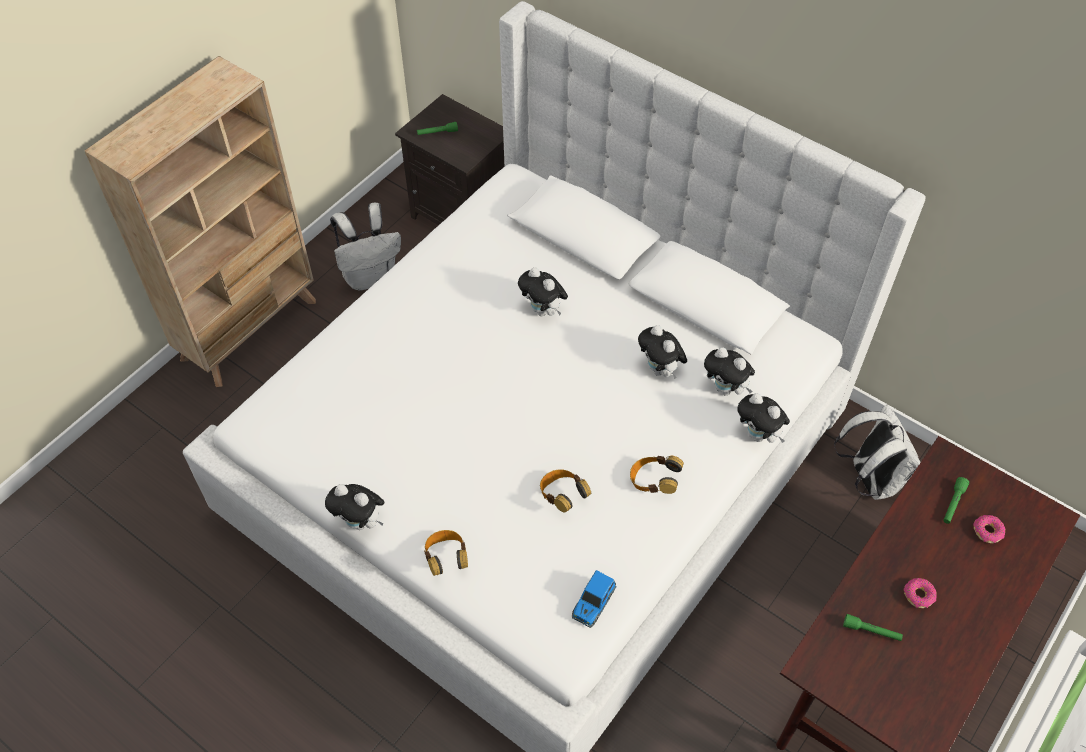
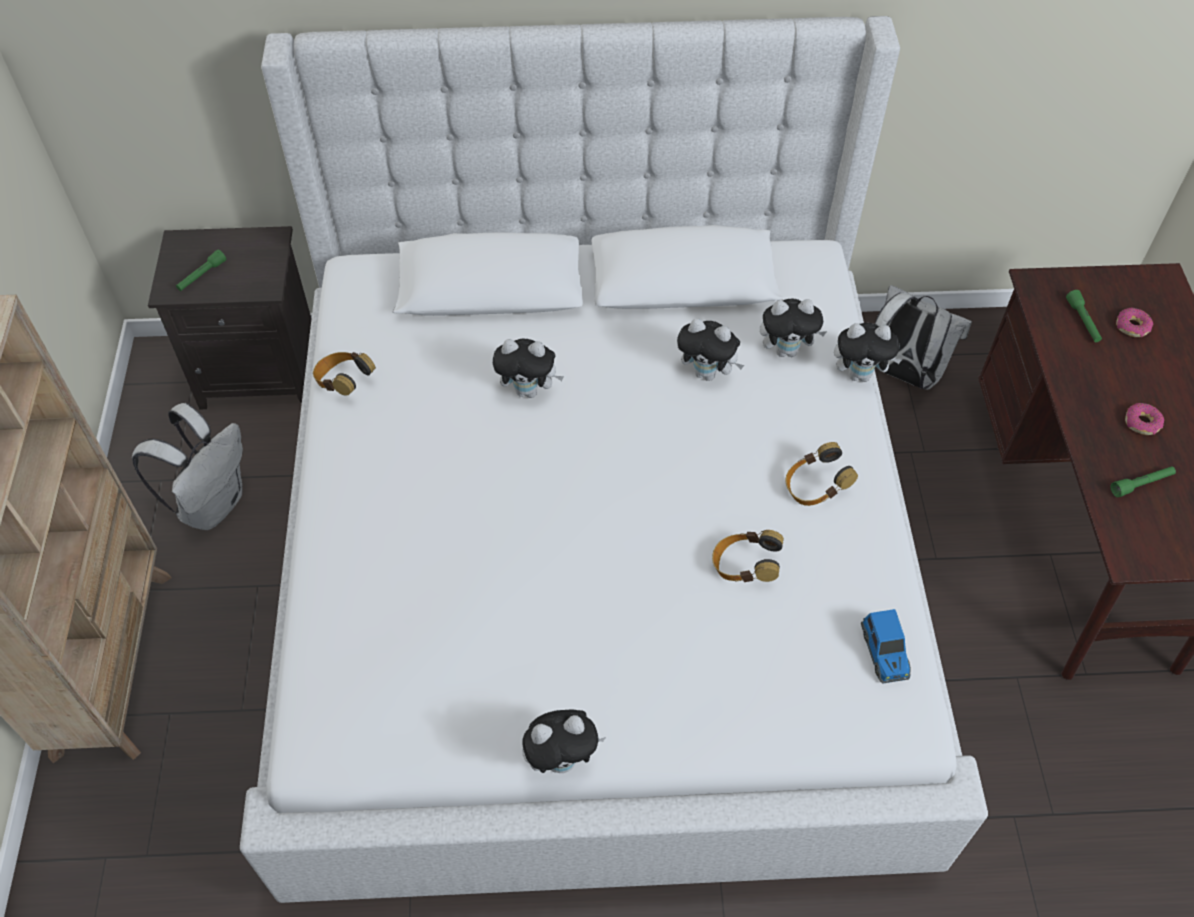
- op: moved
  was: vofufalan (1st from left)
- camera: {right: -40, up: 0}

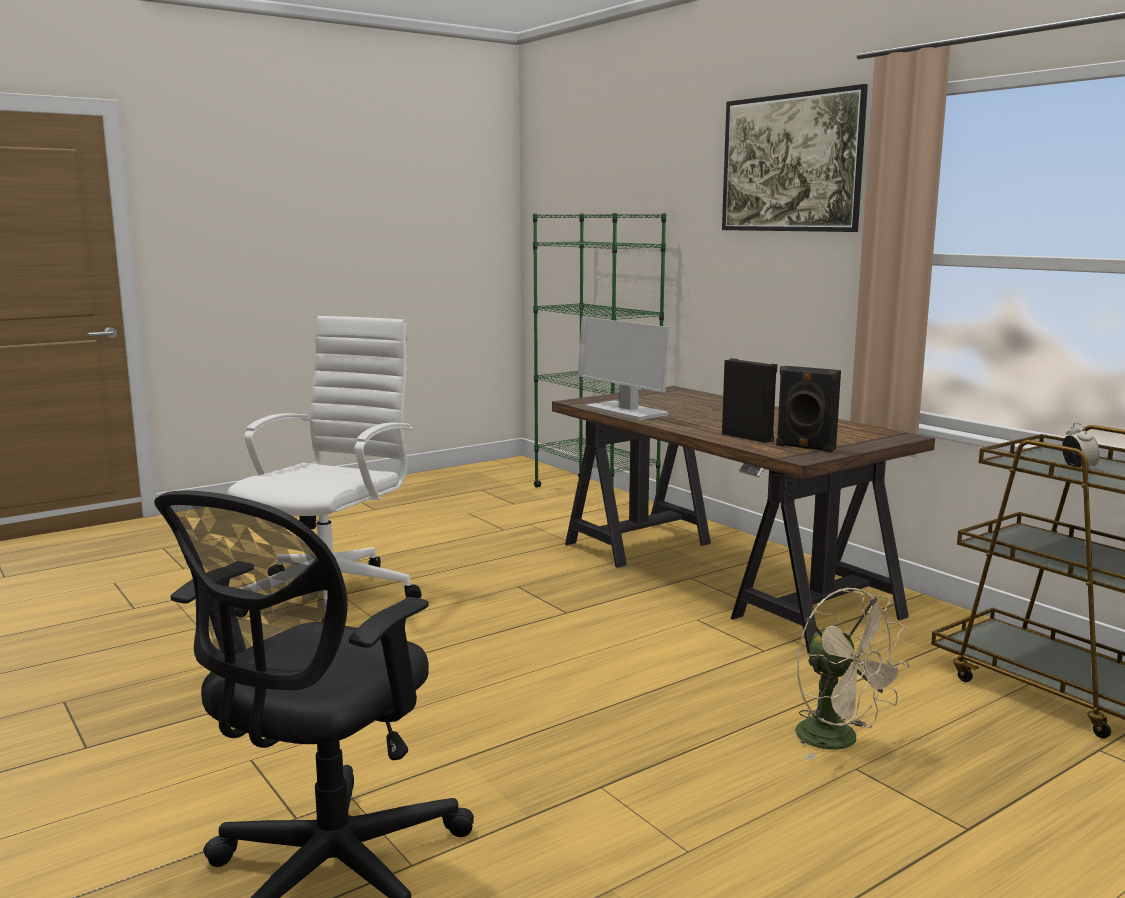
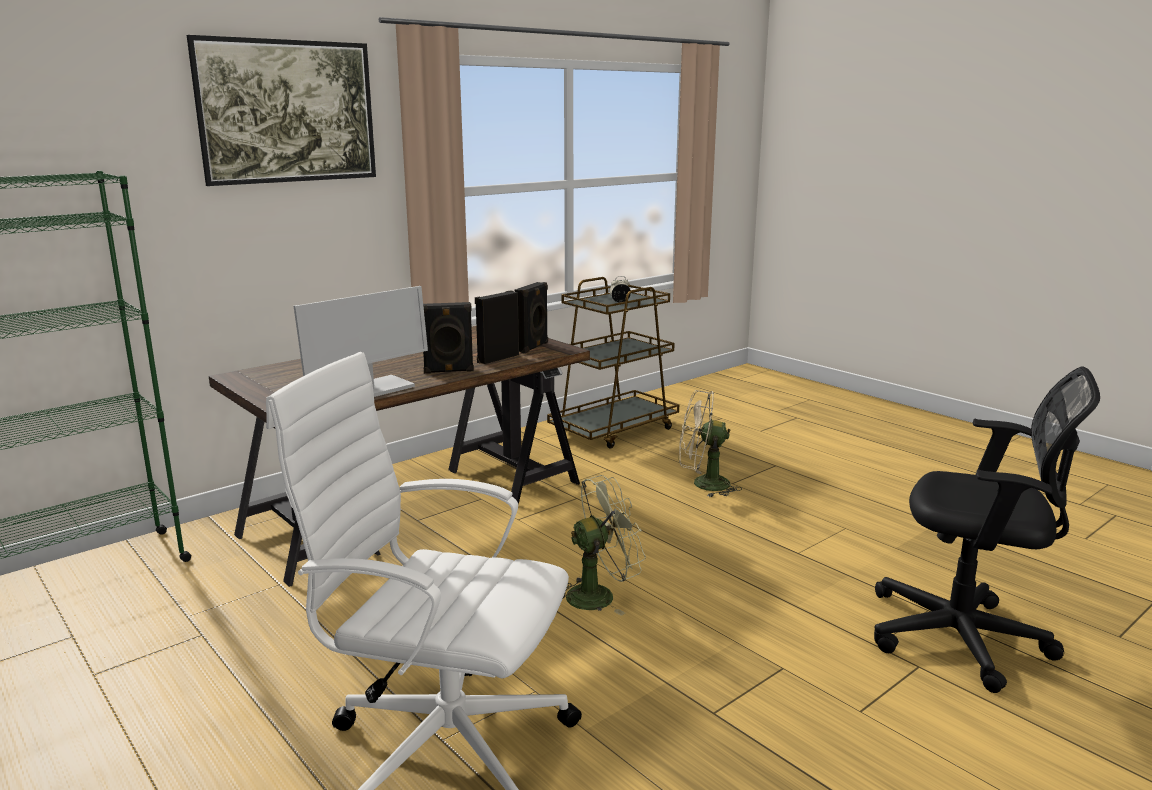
- op: added
  now: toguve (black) (1st from left)
- op: added
  now: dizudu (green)
- op: turned
  was: dizudu (beige)
  clockwise: -135
- camera: {right: -95, up: 5}

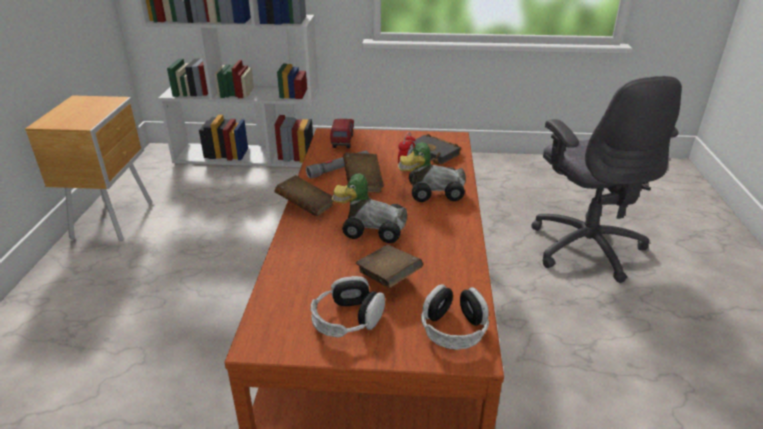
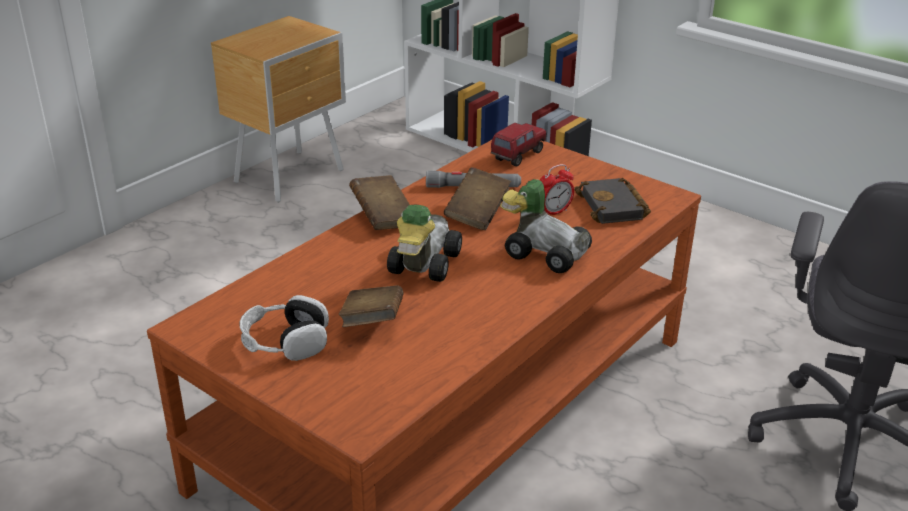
- op: removed
  was: vofufalan (2nd from left)
- op: turned
  was: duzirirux (1st from left)
  clockwise: -120
- camera: {right: 35, up: 0}

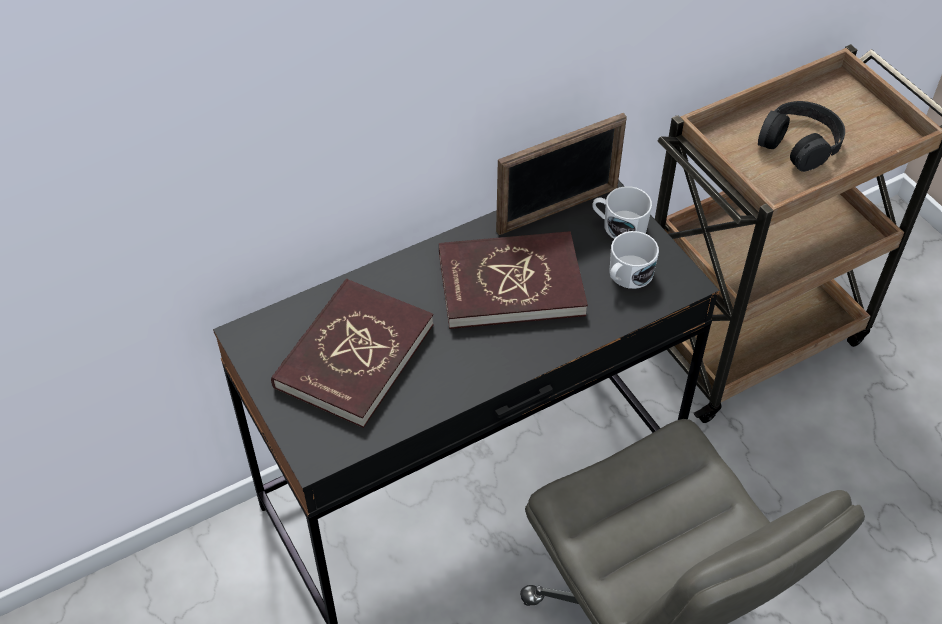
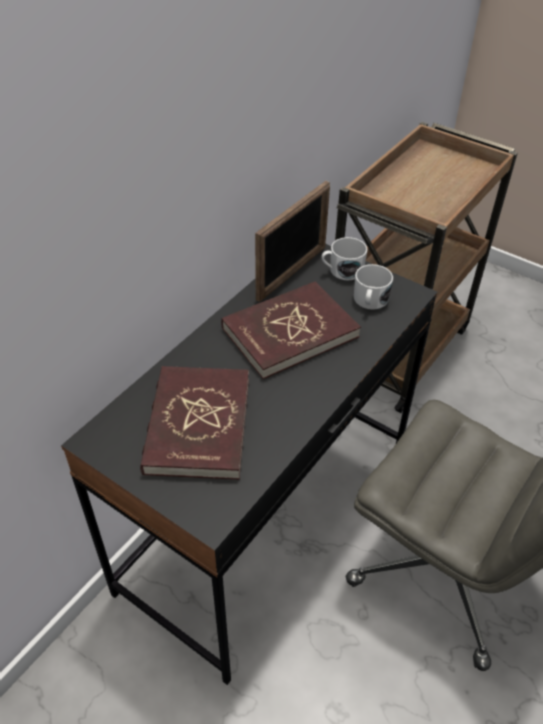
- op: removed
  was: vofufalan (black)
- camera: {right: -25, up: -5}

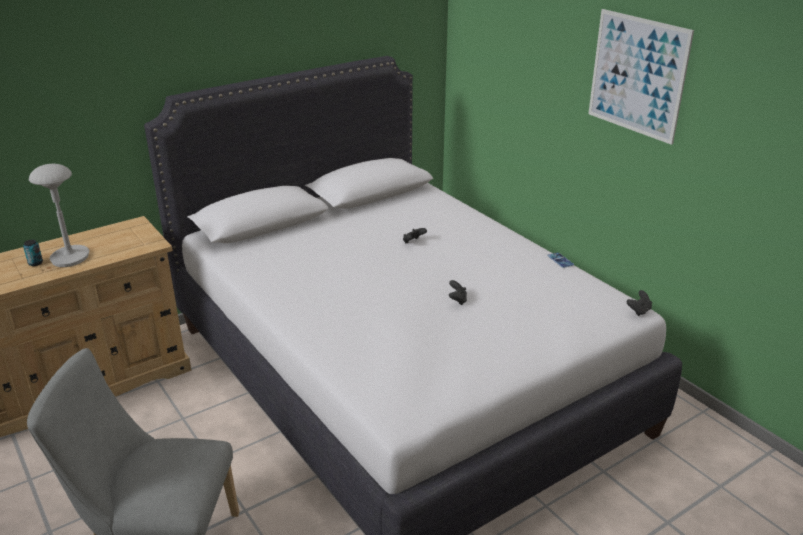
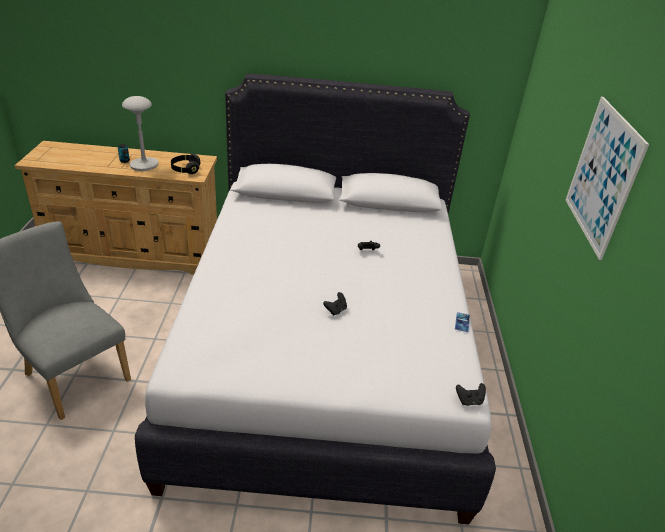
- op: added
  now: vofufalan (black)
- camera: {right: 35, up: 5}

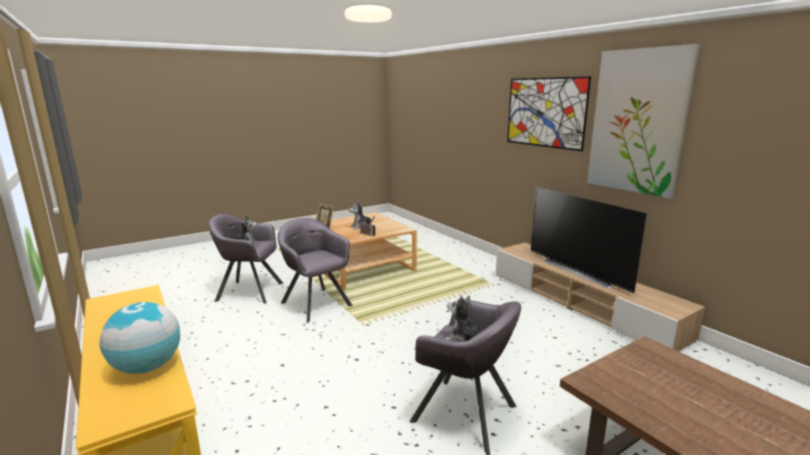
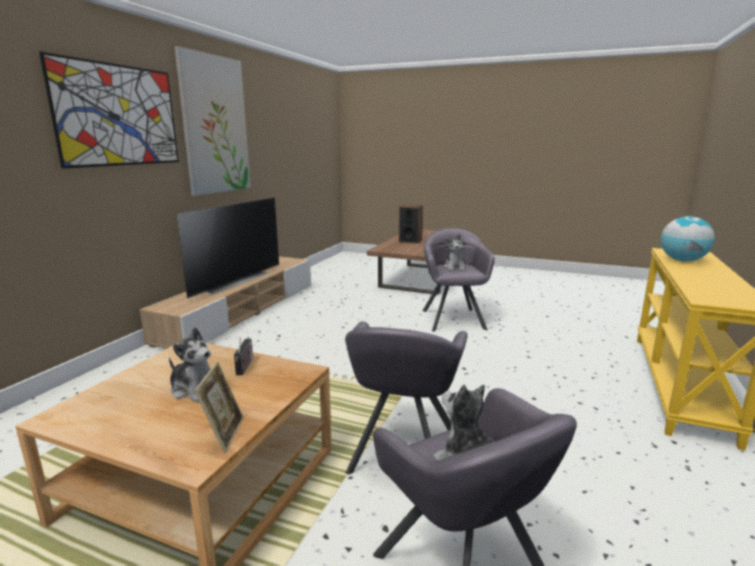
- op: added
  now: toguve
- camera: {right: -125, up: 0}

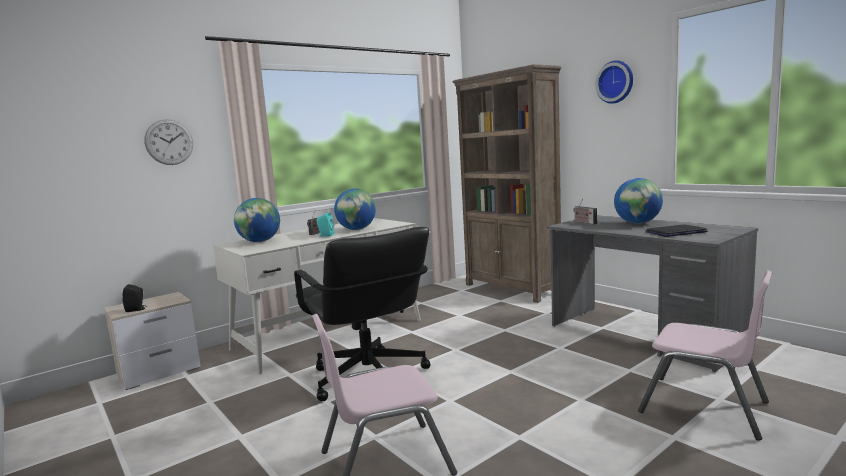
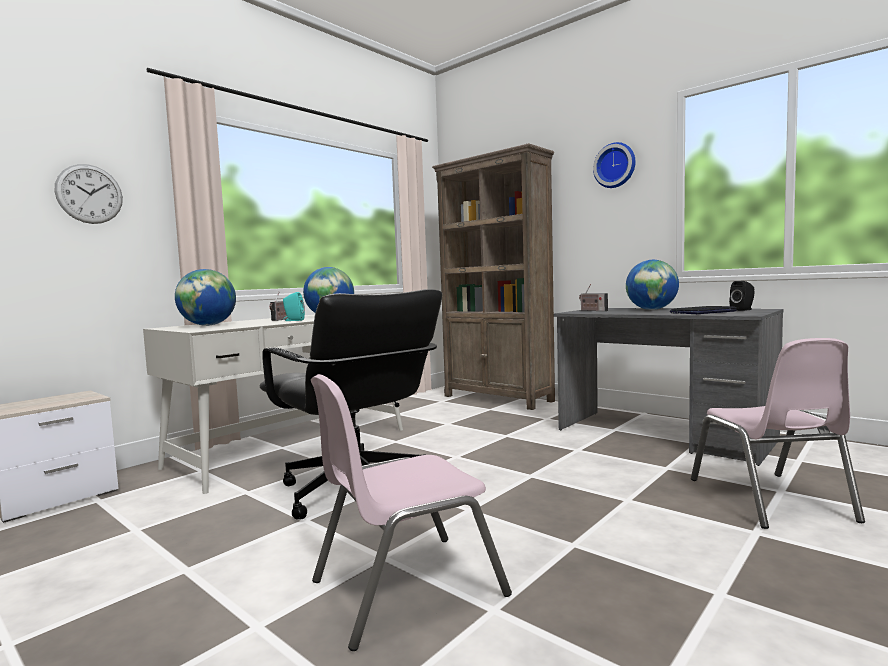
- op: moved
  was: toguve (black)
- op: turned
  was: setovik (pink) (2nd from left)
  clockwise: 60
- camera: {right: -10, up: -5}

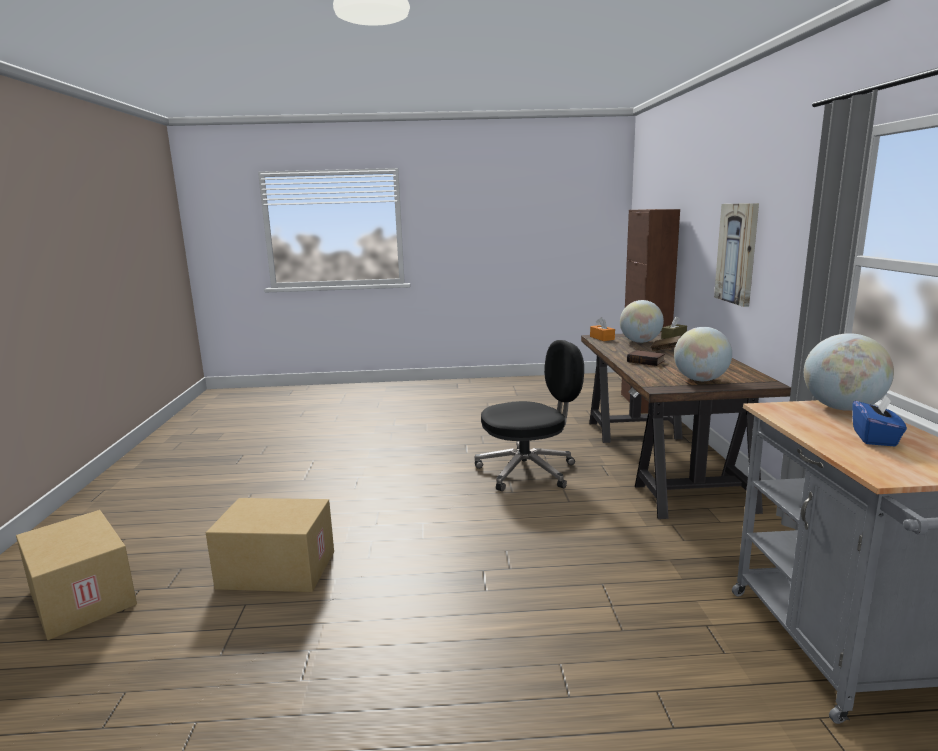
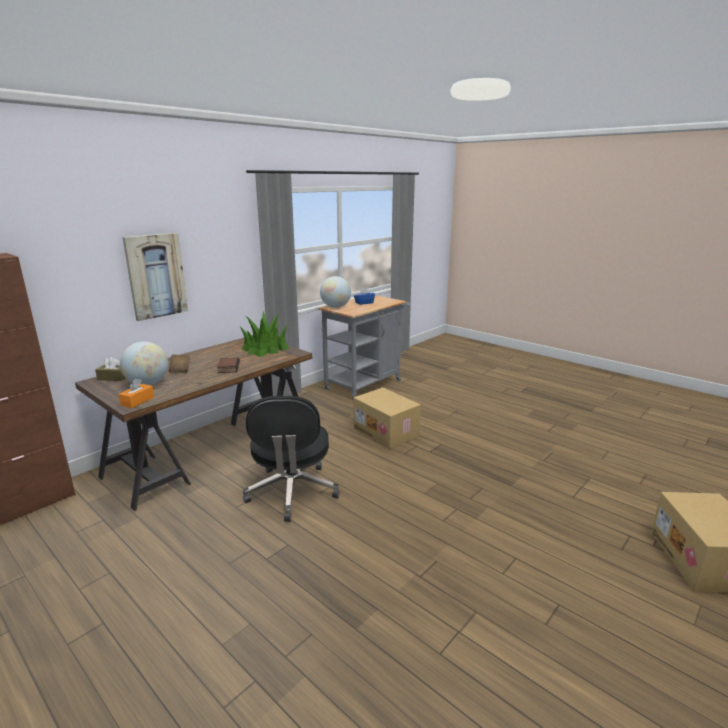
- op: moved
  was: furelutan (2nd from left in the first image)
  now: furelutan (1st from left)
- op: replaced
  was: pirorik (2nd from left)
  now: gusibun
- op: turned
  was: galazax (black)
  clockwise: -120
- camera: {right: -135, up: 5}

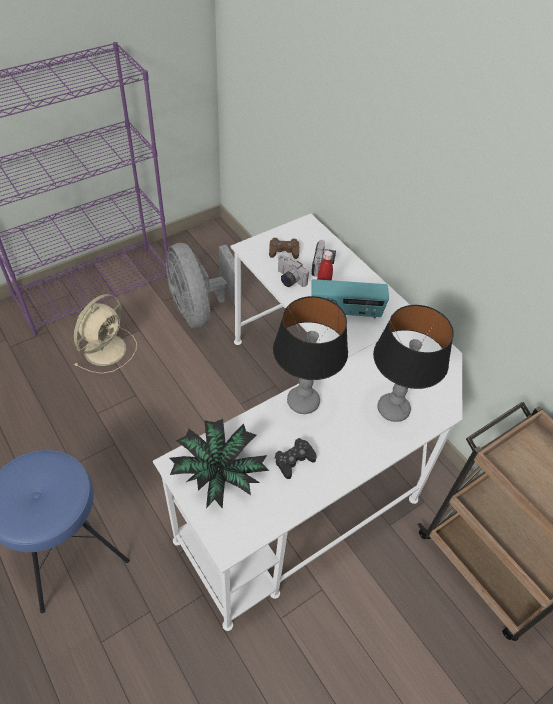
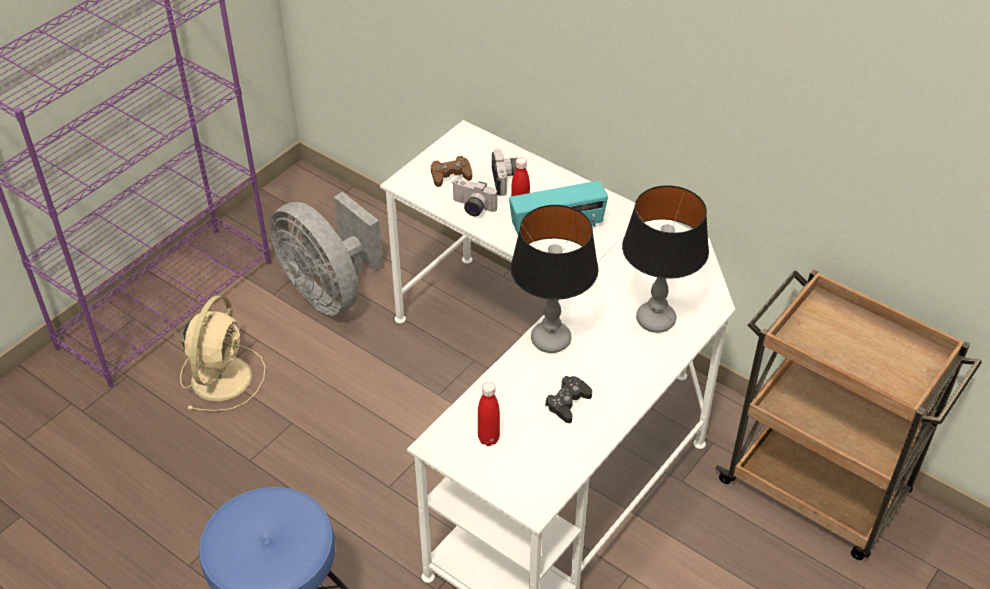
- op: replaced
  was: gusibun
  now: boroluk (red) (1st from left)
- camera: {right: -15, up: -5}

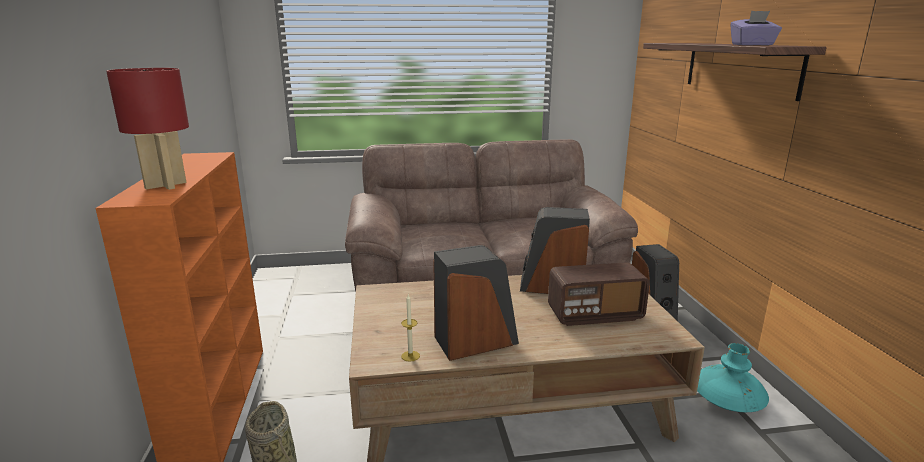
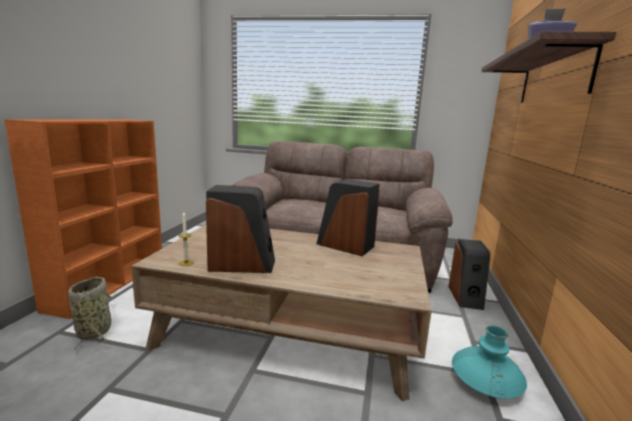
- op: removed
  was: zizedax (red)
- op: removed
  was: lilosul
- camera: {right: 20, up: -5}

